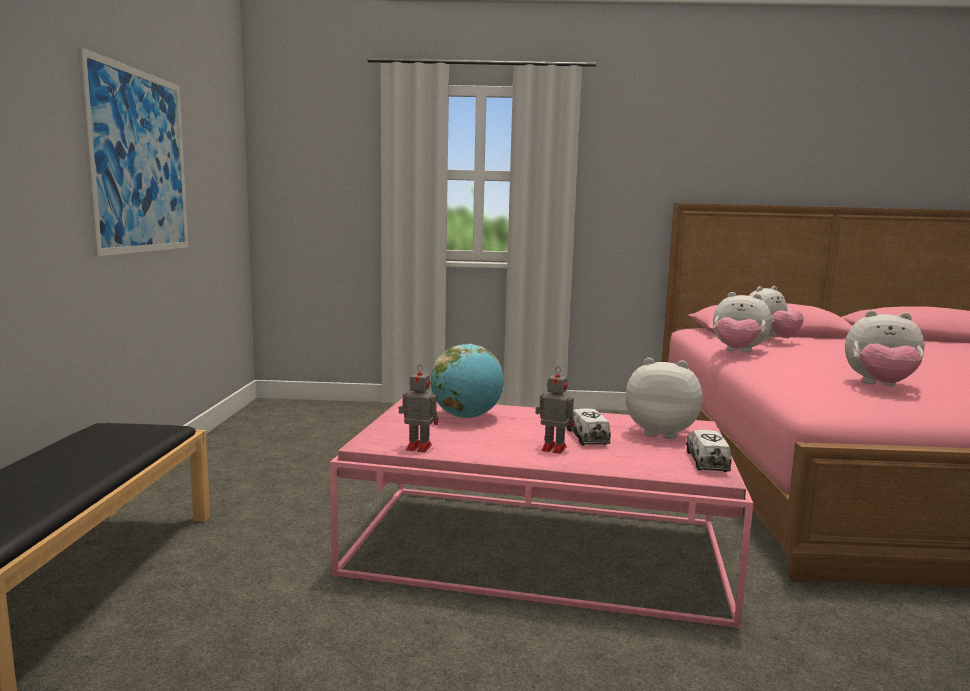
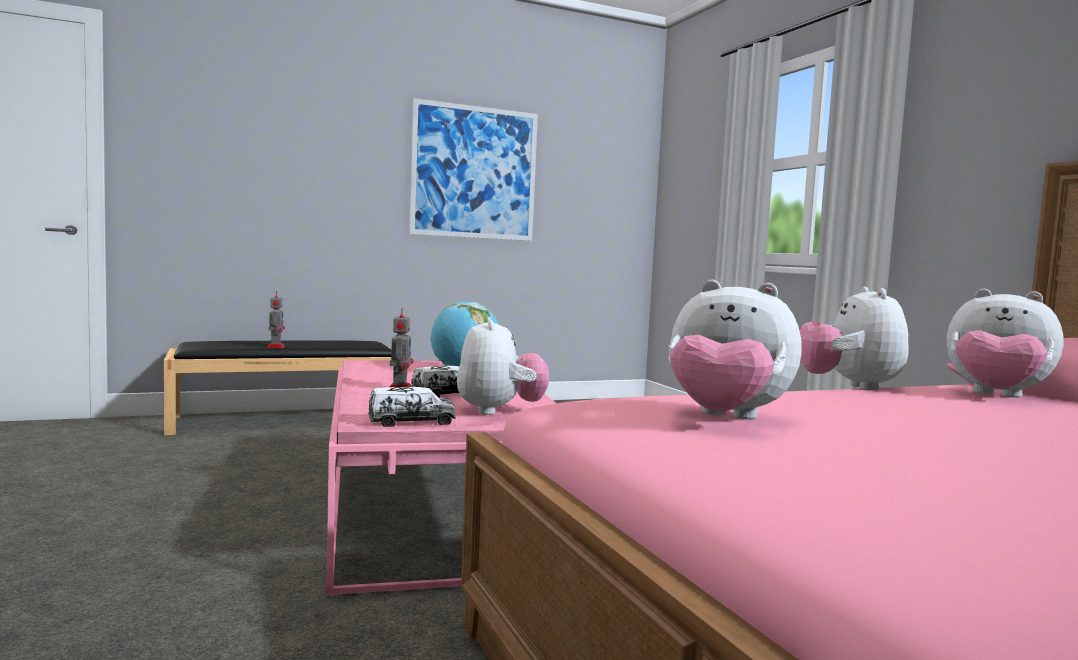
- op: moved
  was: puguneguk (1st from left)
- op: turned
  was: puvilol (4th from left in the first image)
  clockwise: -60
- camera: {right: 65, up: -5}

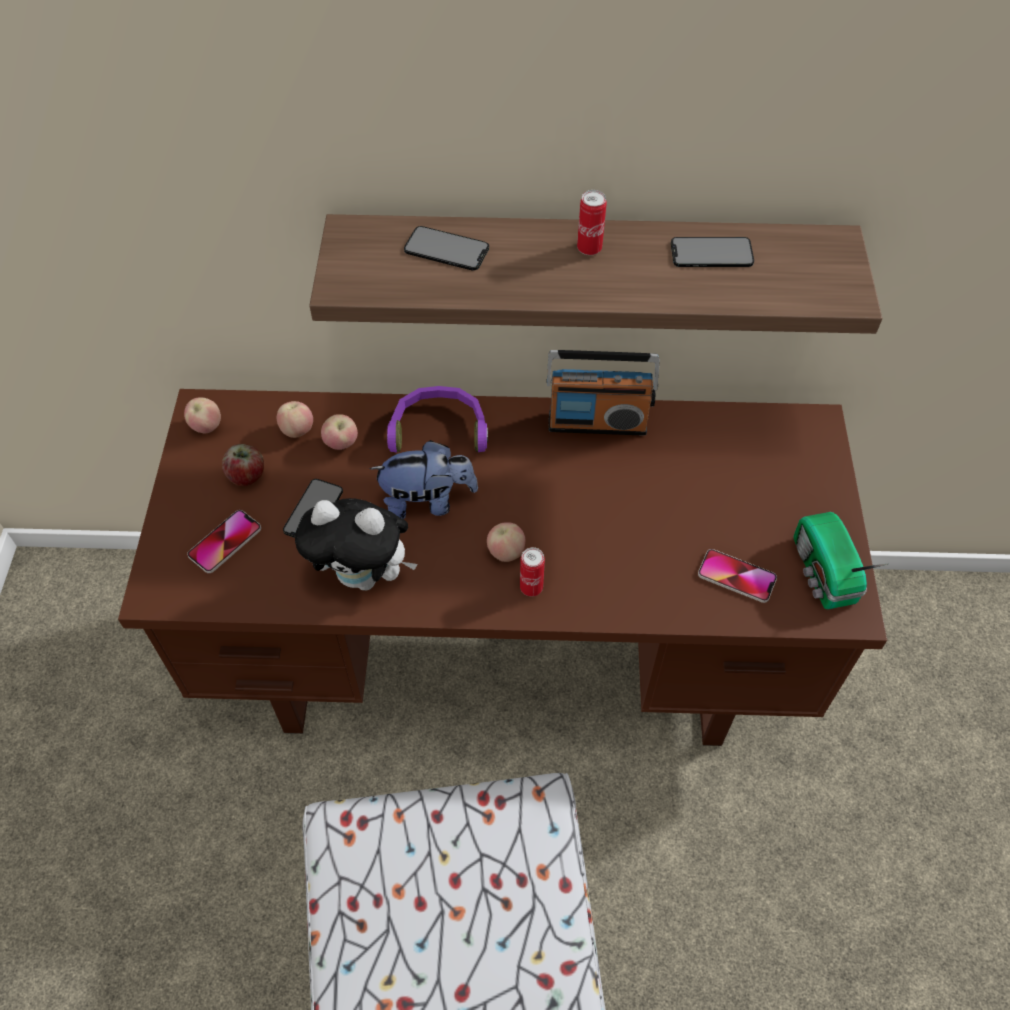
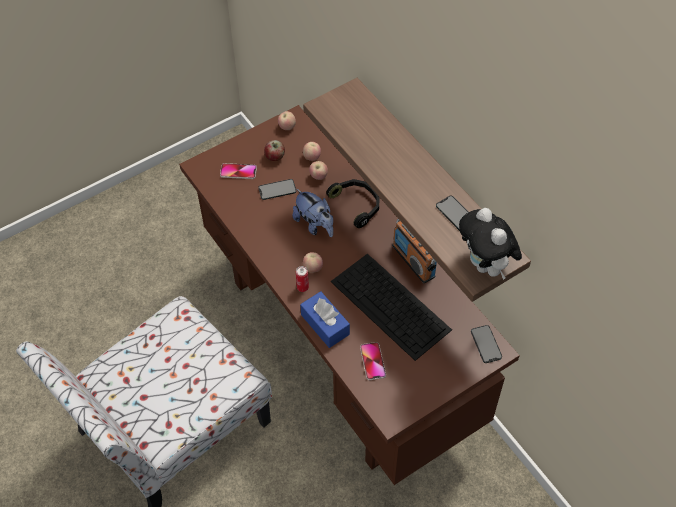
- op: removed
  was: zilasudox (2nd from left)
- op: removed
  was: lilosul (2nd from left)
- op: added
  now: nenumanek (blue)
- op: added
  now: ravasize
- op: moved
  was: puvilol (1st from left in the first image)
  now: puvilol (2nd from left)
- op: moved
  was: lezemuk (3rd from left in the first image)
  now: lezemuk (5th from left)
- op: recoloured
  was: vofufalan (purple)
  now: vofufalan (black)
- camera: {right: 55, up: 0}

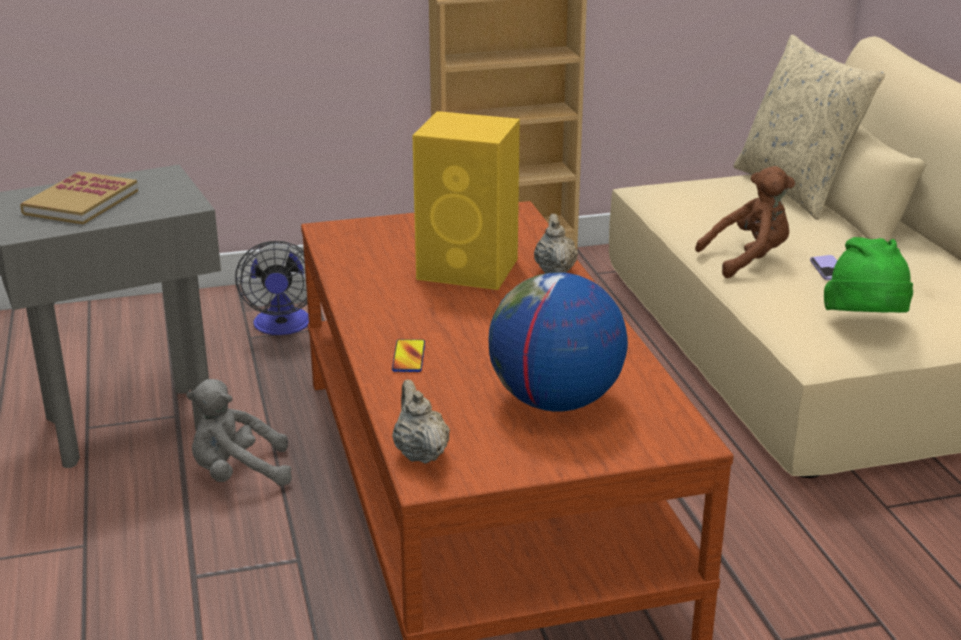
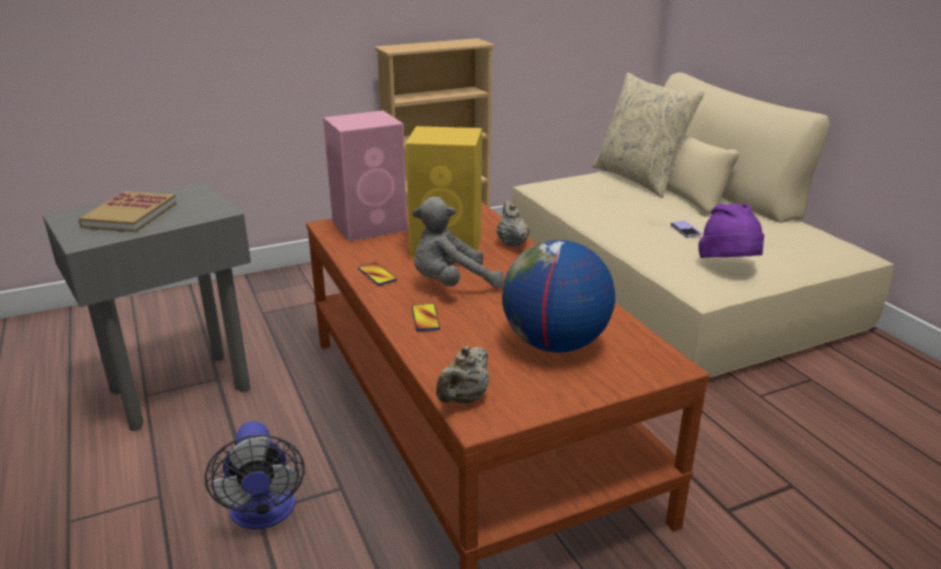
- op: removed
  was: puvilol (brown)
- op: added
  now: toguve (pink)
- op: added
  now: lezemuk (1st from left)
- op: moved
  was: puvilol (grey)
- op: moved
  was: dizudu
- op: recoloured
  was: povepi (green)
  now: povepi (purple)
- op: turned
  was: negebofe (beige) (1st from left)
  clockwise: -120
- camera: {right: -10, up: 0}

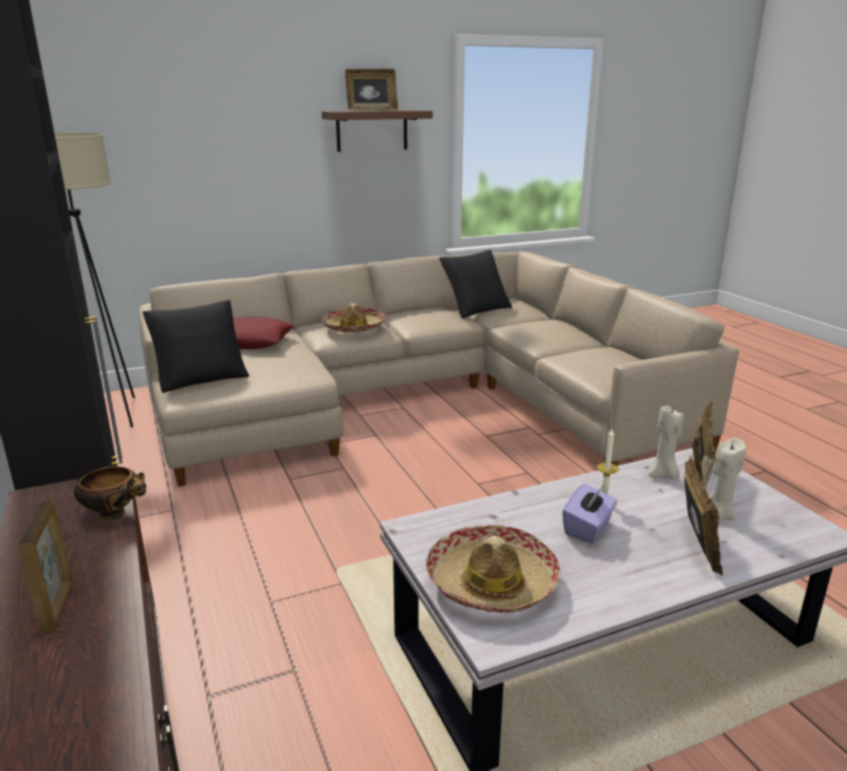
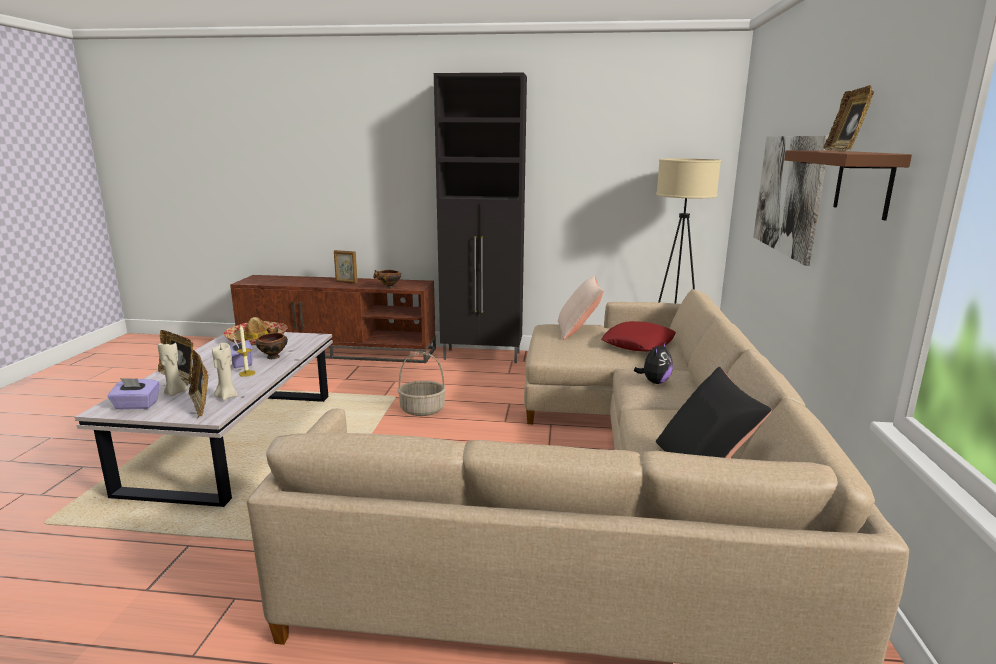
- op: added
  now: nenumanek (purple) (1st from left)
- op: added
  now: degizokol (1st from left)
- op: added
  now: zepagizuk
- op: added
  now: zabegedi
- op: replaced
  was: povepi (1st from left)
  now: puvilol
- op: recoloured
  was: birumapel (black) (1st from left)
  now: birumapel (beige)
- camera: {right: 120, up: -5}

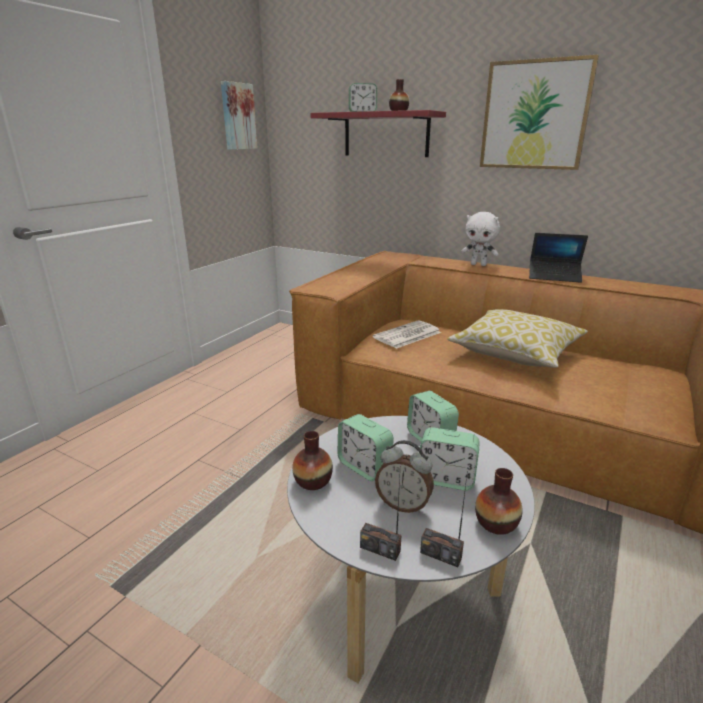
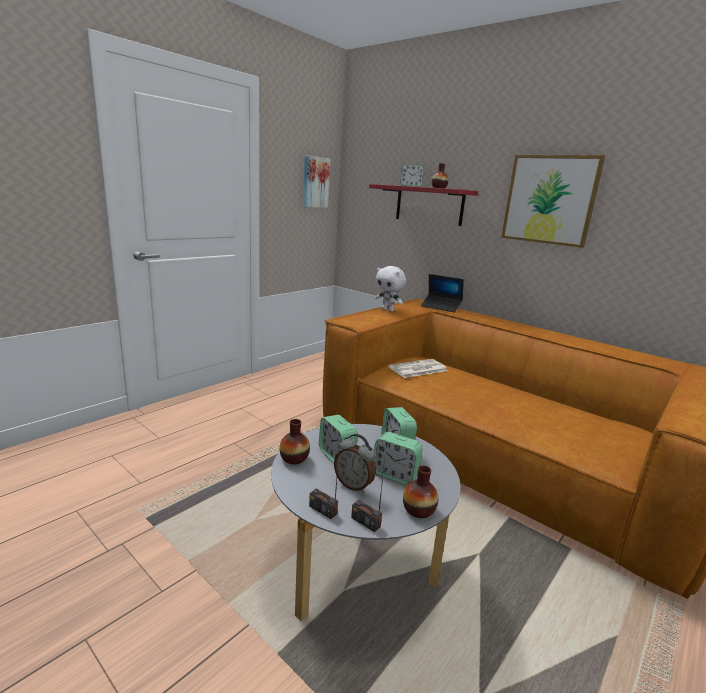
- op: removed
  was: birumapel
- op: moved
  was: puvilol (white)
- op: moved
  was: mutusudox
- camera: {right: 10, up: -5}

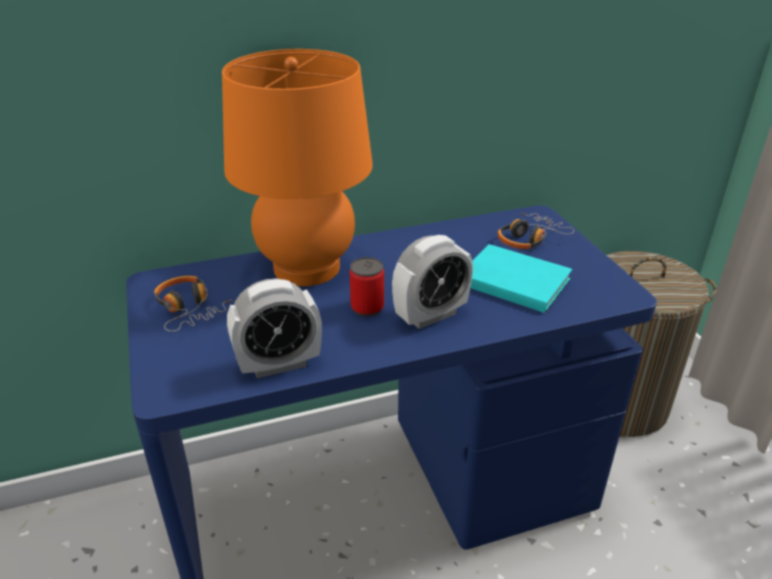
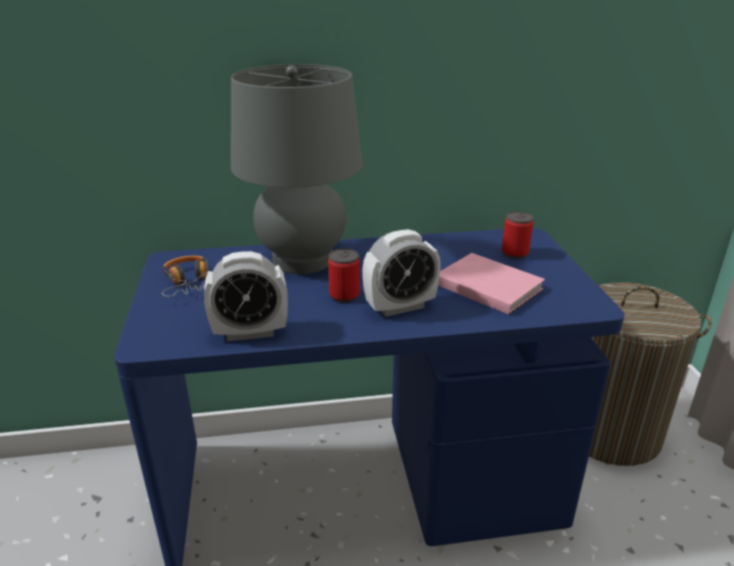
- op: replaced
  was: vofufalan (2nd from left)
  now: zilasudox (2nd from left)
- op: recoloured
  was: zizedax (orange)
  now: zizedax (grey)
- op: recoloured
  was: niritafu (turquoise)
  now: niritafu (pink)
- camera: {right: 10, up: -5}

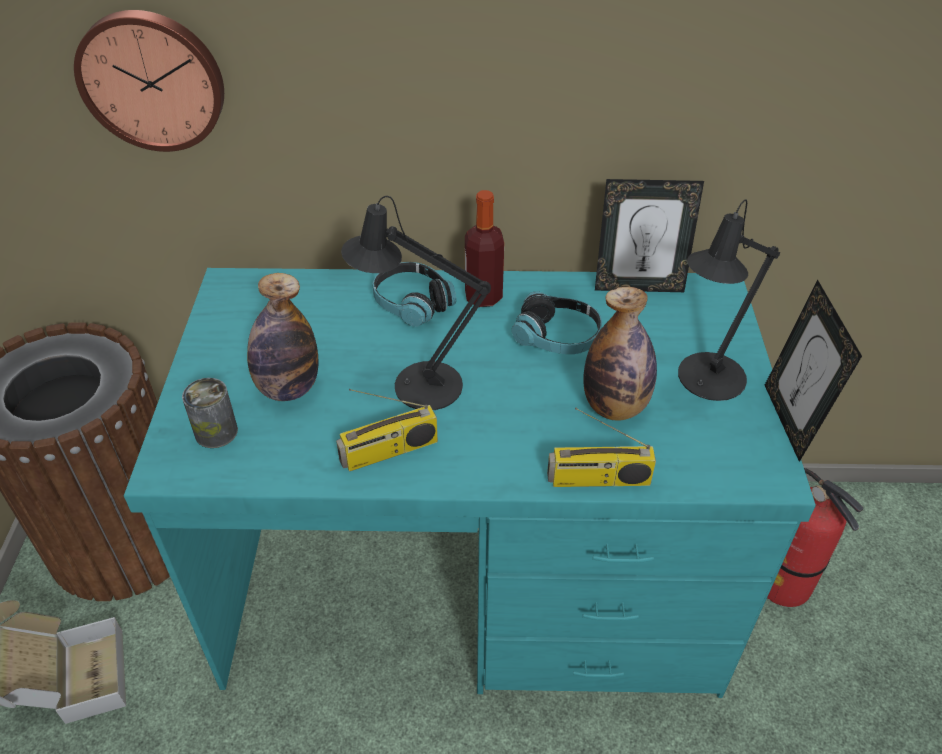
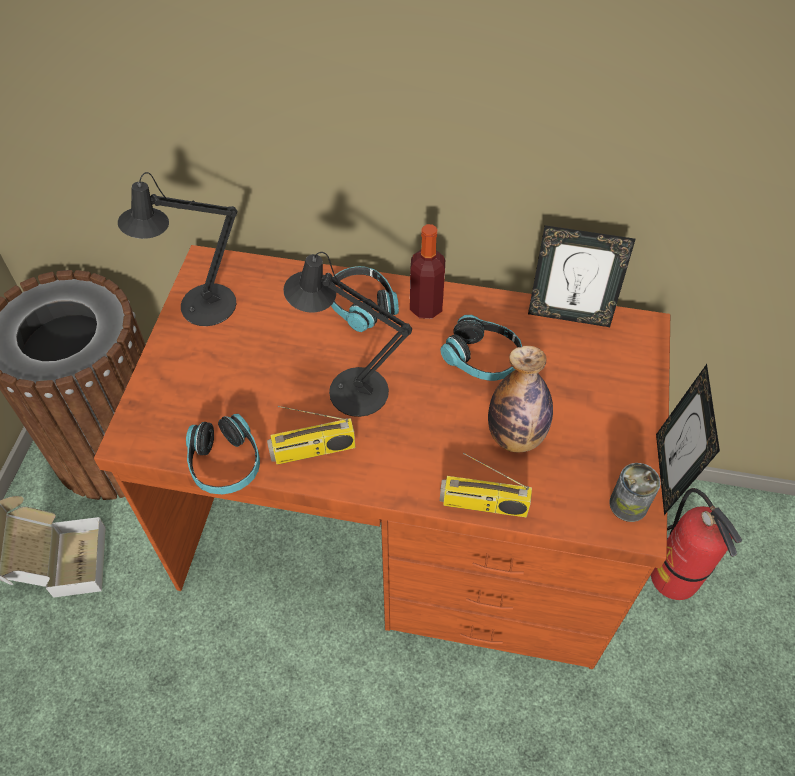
- op: removed
  was: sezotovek
- op: removed
  was: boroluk (1st from left)
- op: added
  now: vofufalan (1st from left)
- op: moved
  was: zilasudox
- op: moved
  was: zizedax (black) (2nd from left in the first image)
  now: zizedax (black) (1st from left)
- op: recoloured
  was: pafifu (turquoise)
  now: pafifu (brown)
- camera: {right: 10, up: 10}

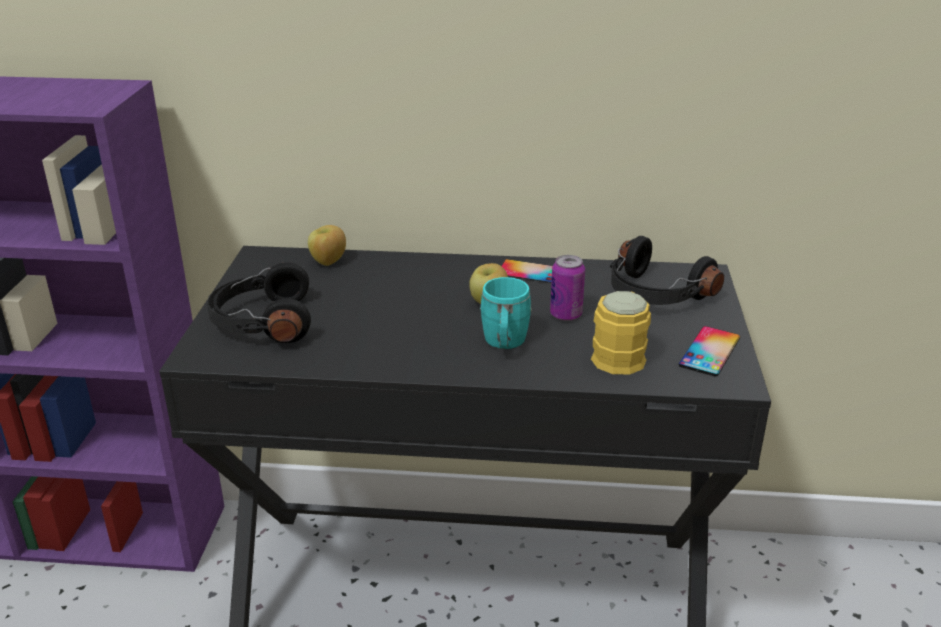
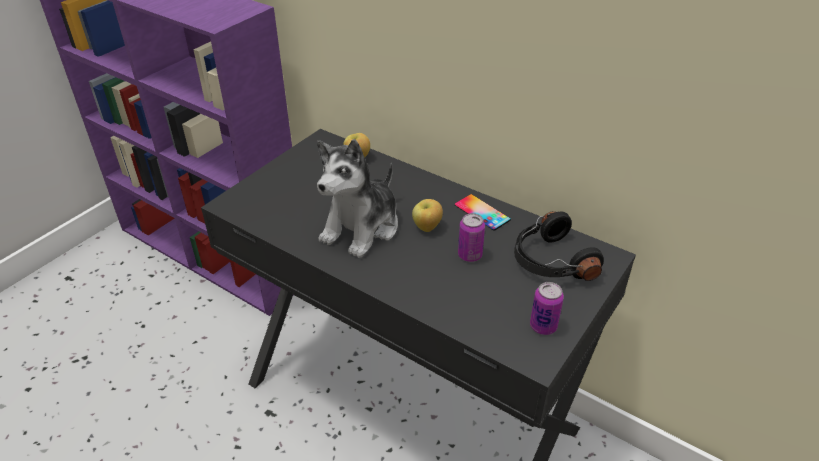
- op: removed
  was: vofufalan (black) (1st from left)
- op: removed
  was: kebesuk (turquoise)
- op: removed
  was: kebesuk (yellow)
- op: added
  now: puvilol
- op: replaced
  was: lezemuk (2nd from left)
  now: zilasudox (2nd from left)
- camera: {right: 30, up: 10}

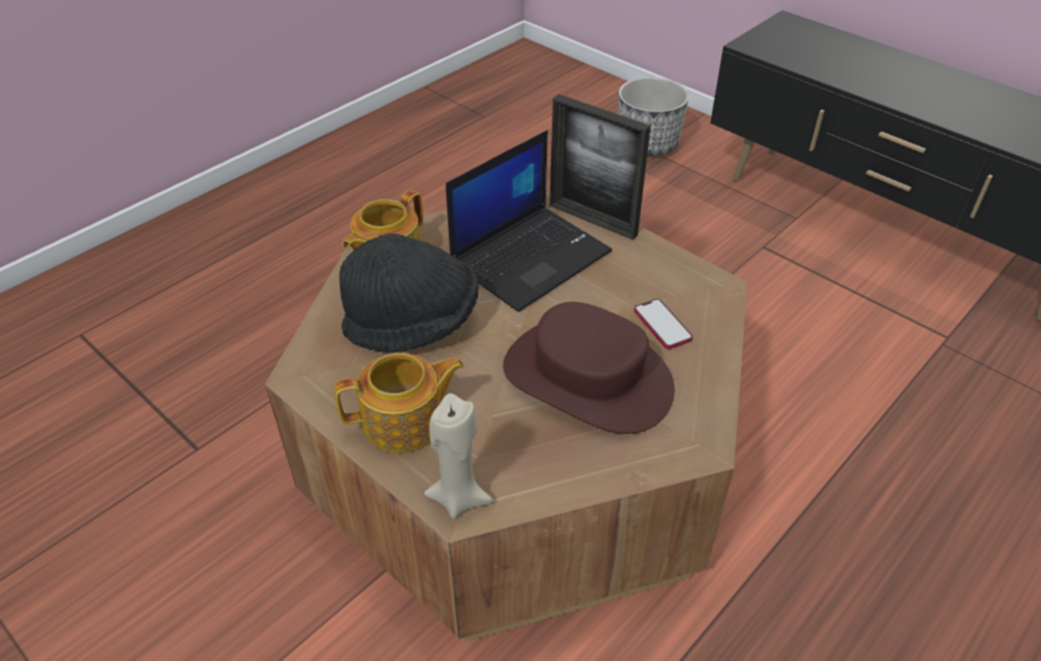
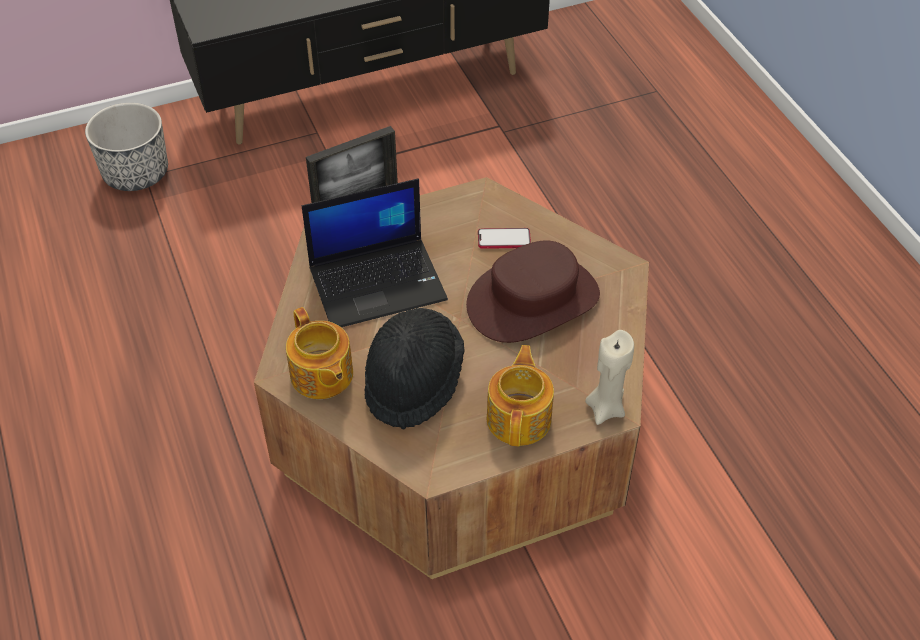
- op: turned
  was: mutusudox
  clockwise: 90
- camera: {right: -65, up: 5}

